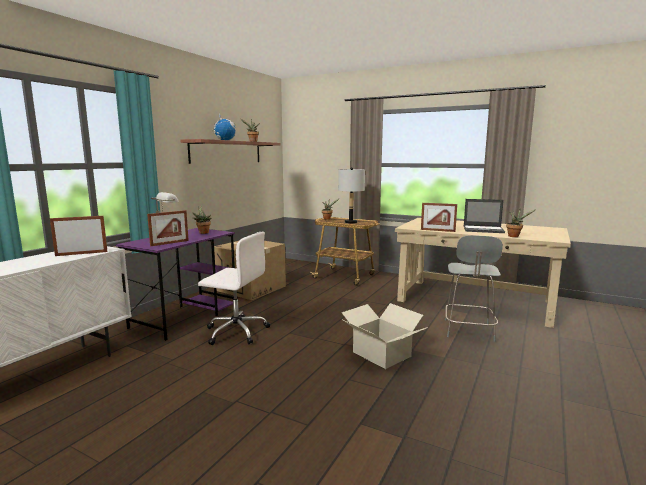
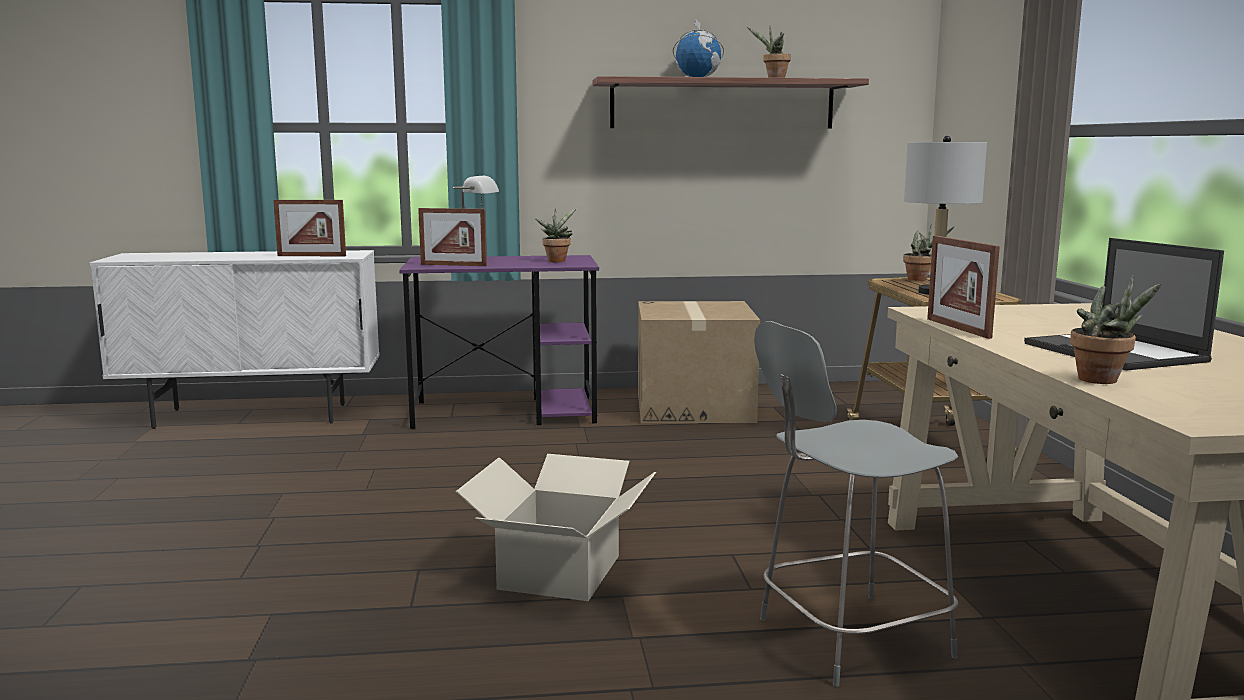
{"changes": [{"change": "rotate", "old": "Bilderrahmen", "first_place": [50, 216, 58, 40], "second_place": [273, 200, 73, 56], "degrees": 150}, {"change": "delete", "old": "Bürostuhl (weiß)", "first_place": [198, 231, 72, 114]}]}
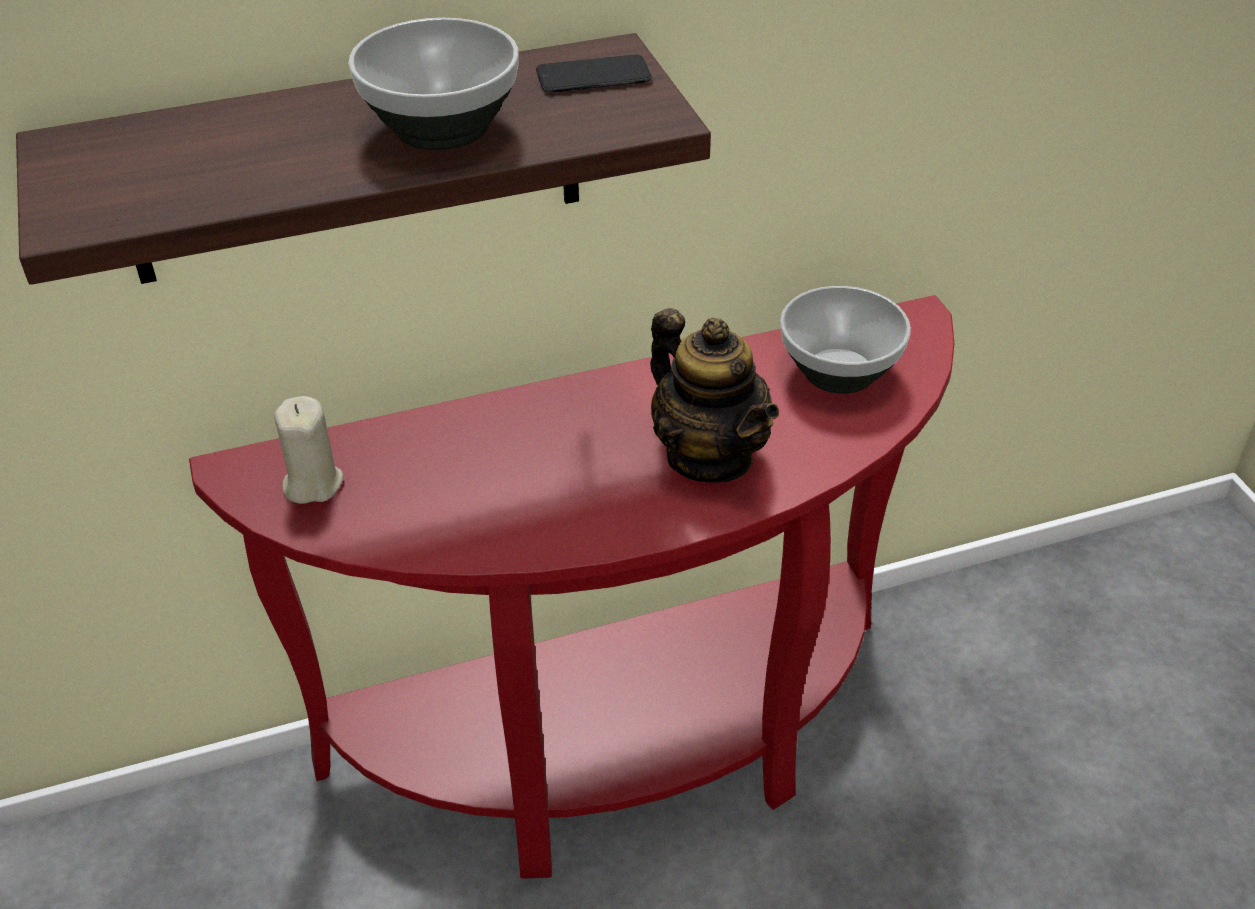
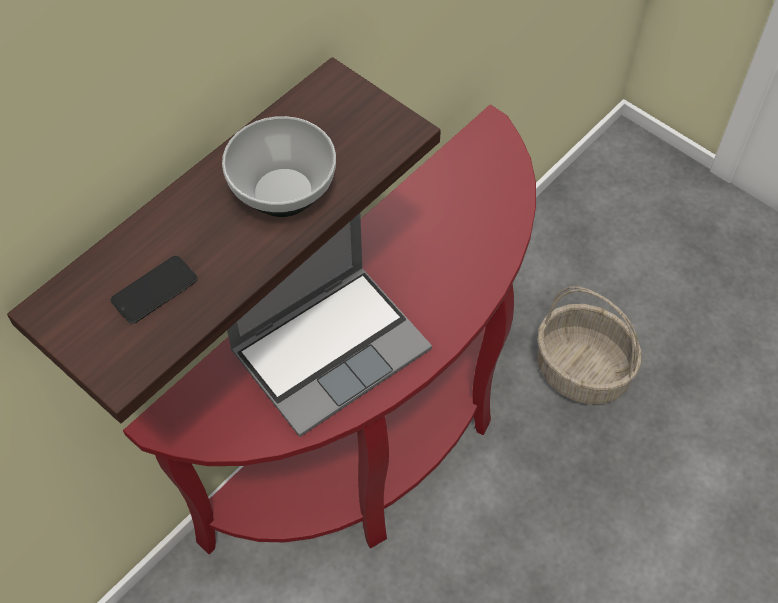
{"changes": [{"change": "move", "old": "Handy", "first_place": [536, 54, 116, 39], "second_place": [111, 256, 87, 68]}, {"change": "delete", "old": "Schüssel", "first_place": [780, 286, 131, 108]}, {"change": "delete", "old": "Teekanne", "first_place": [650, 308, 129, 175]}, {"change": "delete", "old": "Kerze (beige)", "first_place": [274, 396, 69, 108]}, {"change": "insert", "new": "Laptop", "second_place": [227, 213, 205, 224]}, {"change": "insert", "new": "Korb", "second_place": [537, 286, 105, 118]}]}
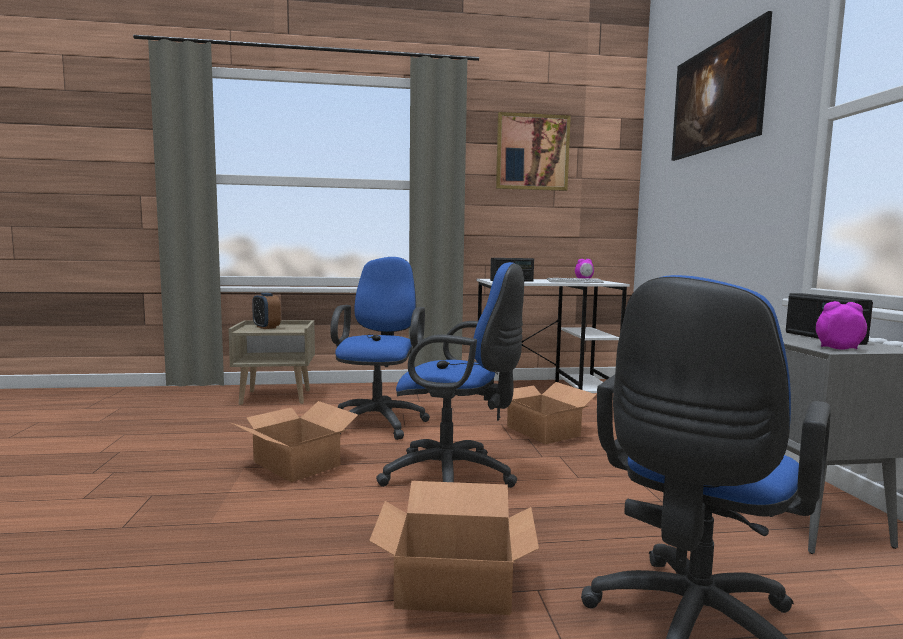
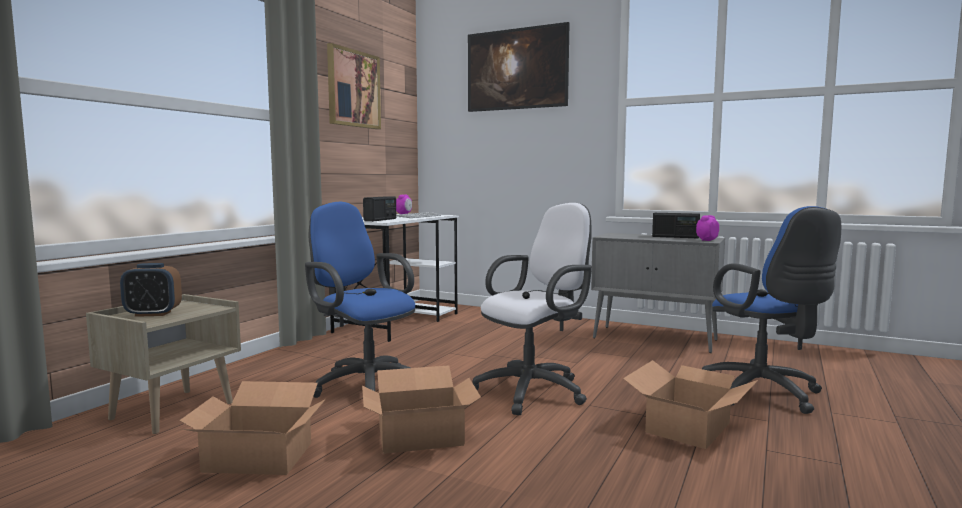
{"changes": [{"change": "recolor", "old": "Bürostuhl (blau)", "new": "Bürostuhl (weiß)", "first_place": [376, 262, 148, 226], "second_place": [473, 203, 119, 212]}, {"change": "move", "old": "Karton", "first_place": [507, 382, 90, 62], "second_place": [179, 381, 147, 94]}]}
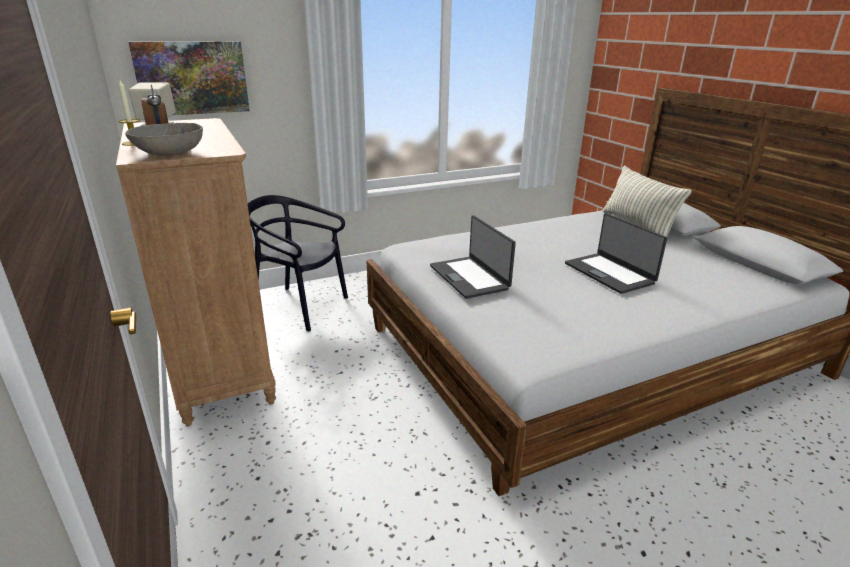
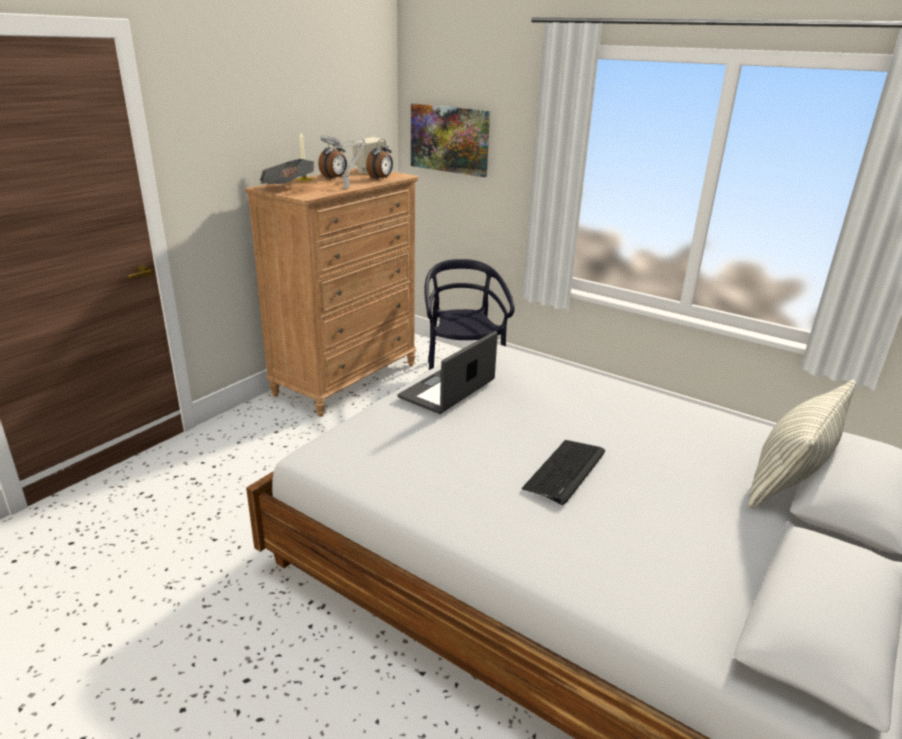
{"changes": [{"change": "replace", "old": "Schüssel (grau)", "new": "Zeitung", "first_place": [125, 123, 78, 33], "second_place": [260, 159, 54, 25]}, {"change": "replace", "old": "Laptop", "new": "Tastatur", "first_place": [565, 213, 102, 81], "second_place": [522, 440, 83, 65]}, {"change": "insert", "new": "Tischlampe (grau)", "second_place": [320, 135, 46, 53]}, {"change": "insert", "new": "Wecker", "second_place": [366, 139, 27, 41]}]}
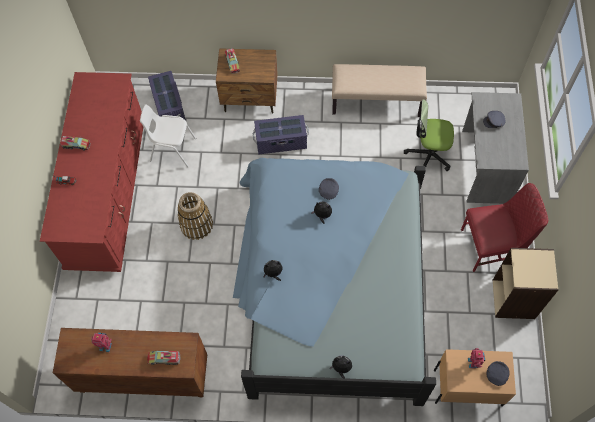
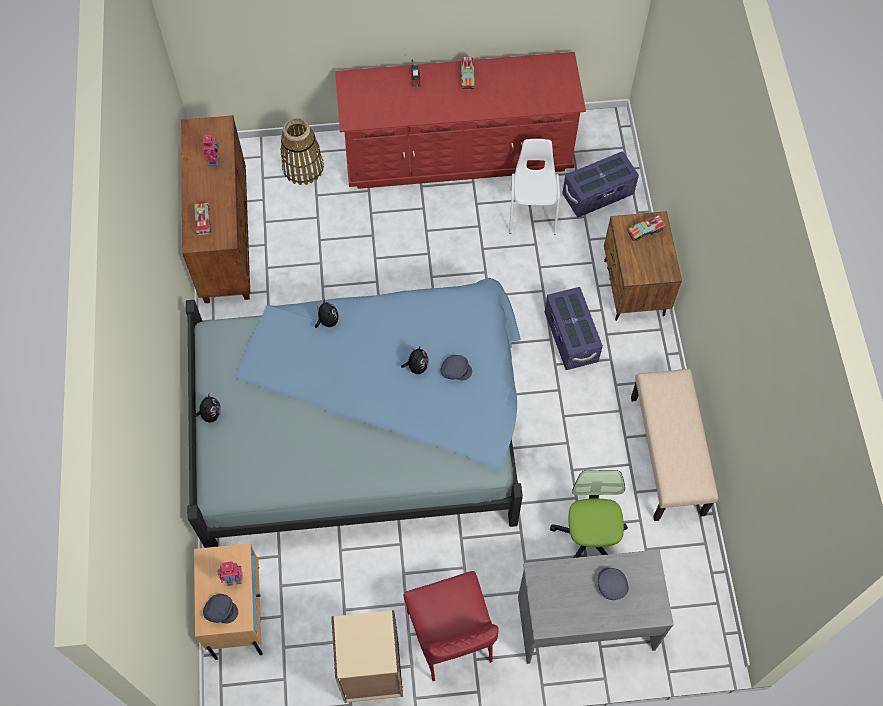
{"changes": [{"change": "move", "old": "Korb", "first_place": [177, 192, 36, 48], "second_place": [281, 118, 43, 67]}]}
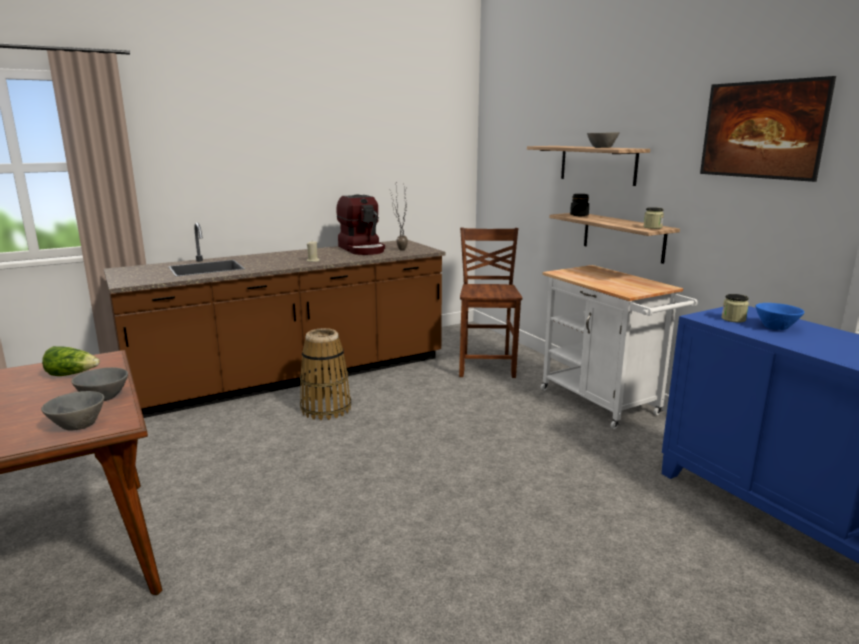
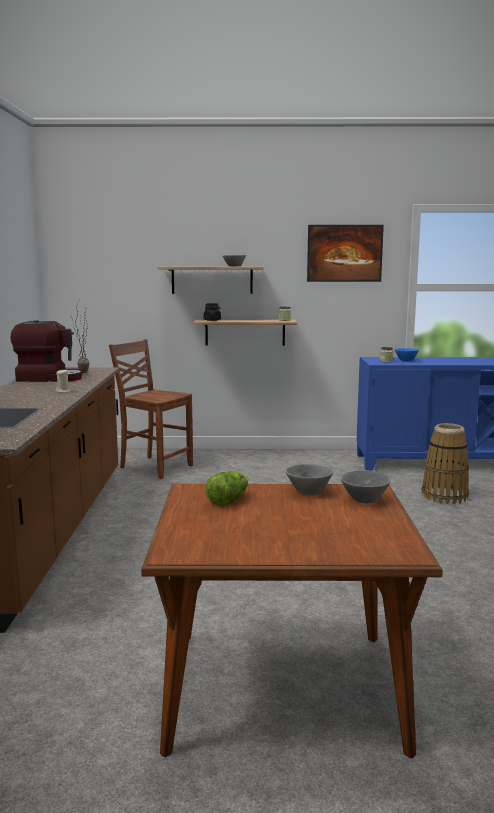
{"changes": [{"change": "delete", "old": "Rollwagen (weiß)", "first_place": [541, 265, 157, 164]}, {"change": "move", "old": "Korb", "first_place": [300, 328, 51, 92], "second_place": [422, 423, 47, 81]}]}
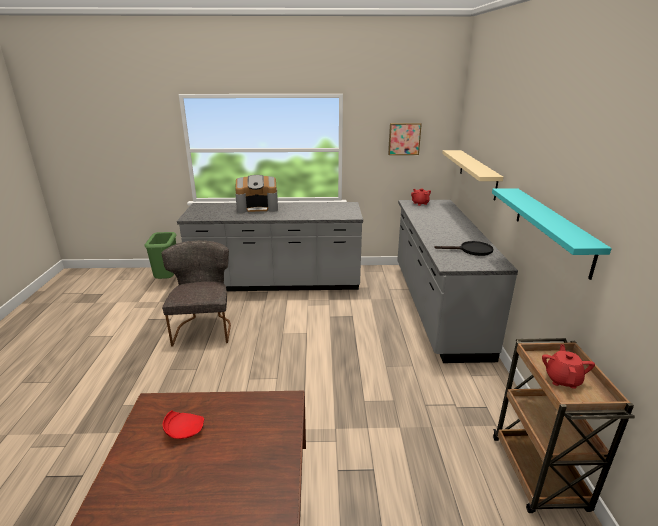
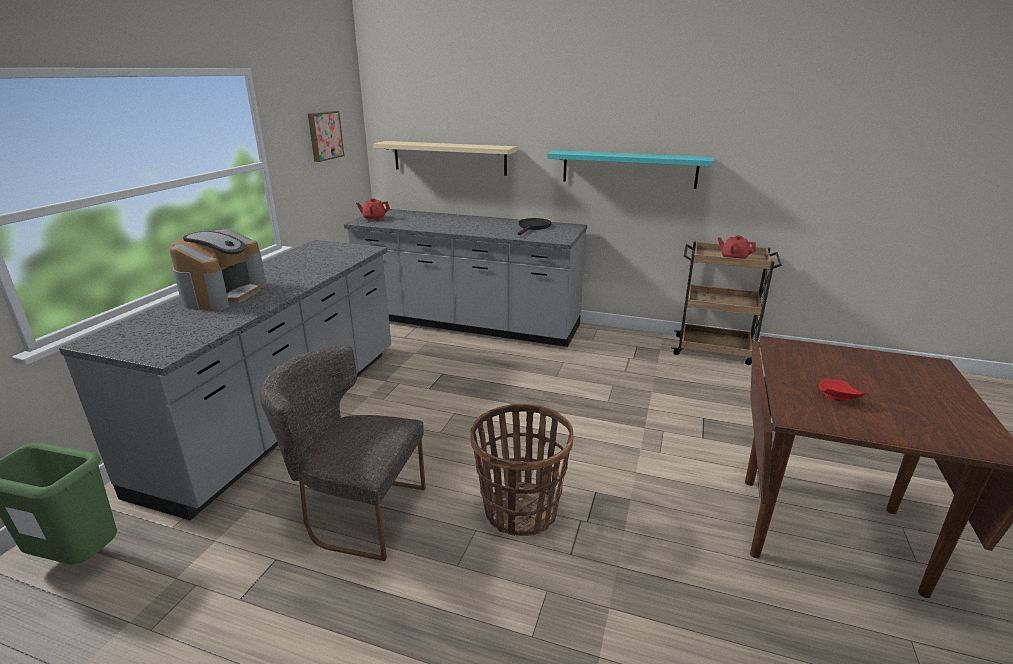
{"changes": [{"change": "insert", "new": "Korb", "second_place": [470, 404, 104, 132]}]}
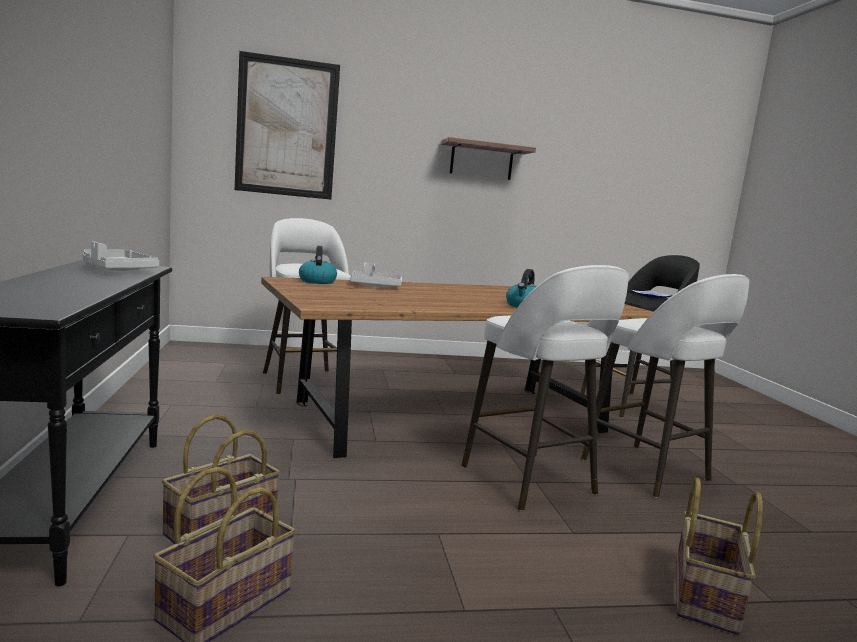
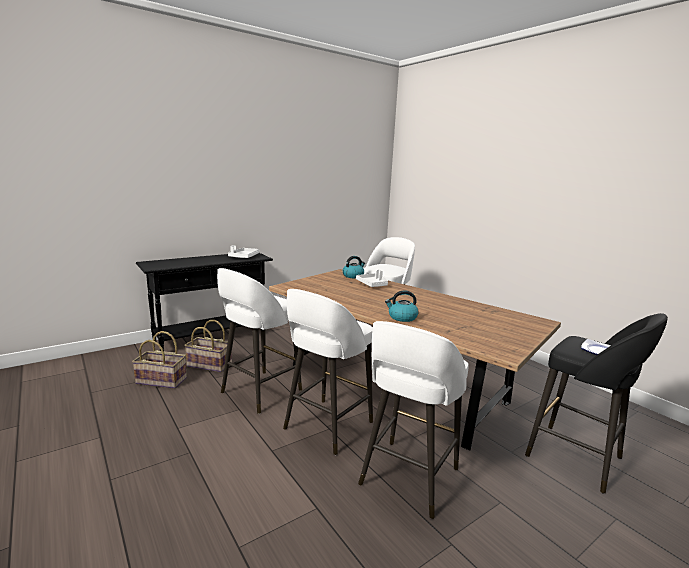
{"changes": [{"change": "delete", "old": "Bild", "first_place": [235, 51, 105, 149]}, {"change": "delete", "old": "Wandregal", "first_place": [441, 137, 95, 43]}, {"change": "delete", "old": "Korb", "first_place": [676, 478, 87, 157]}, {"change": "insert", "new": "Hocker (weiß)", "second_place": [217, 268, 85, 146]}]}
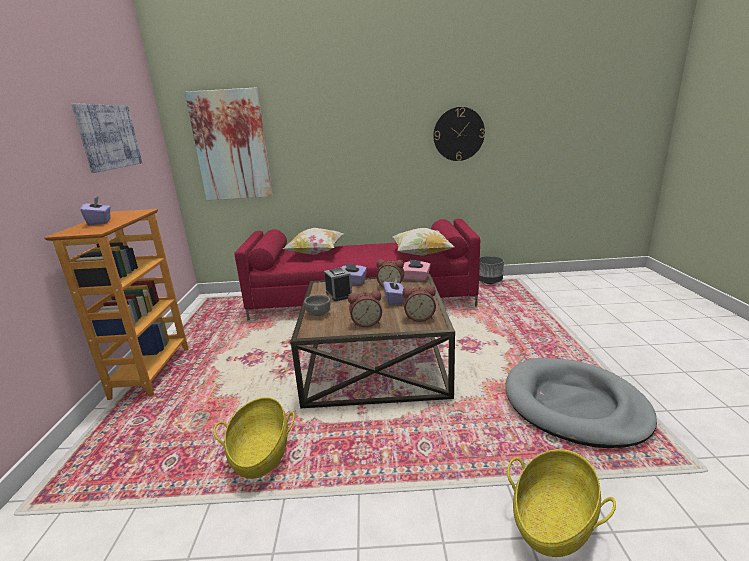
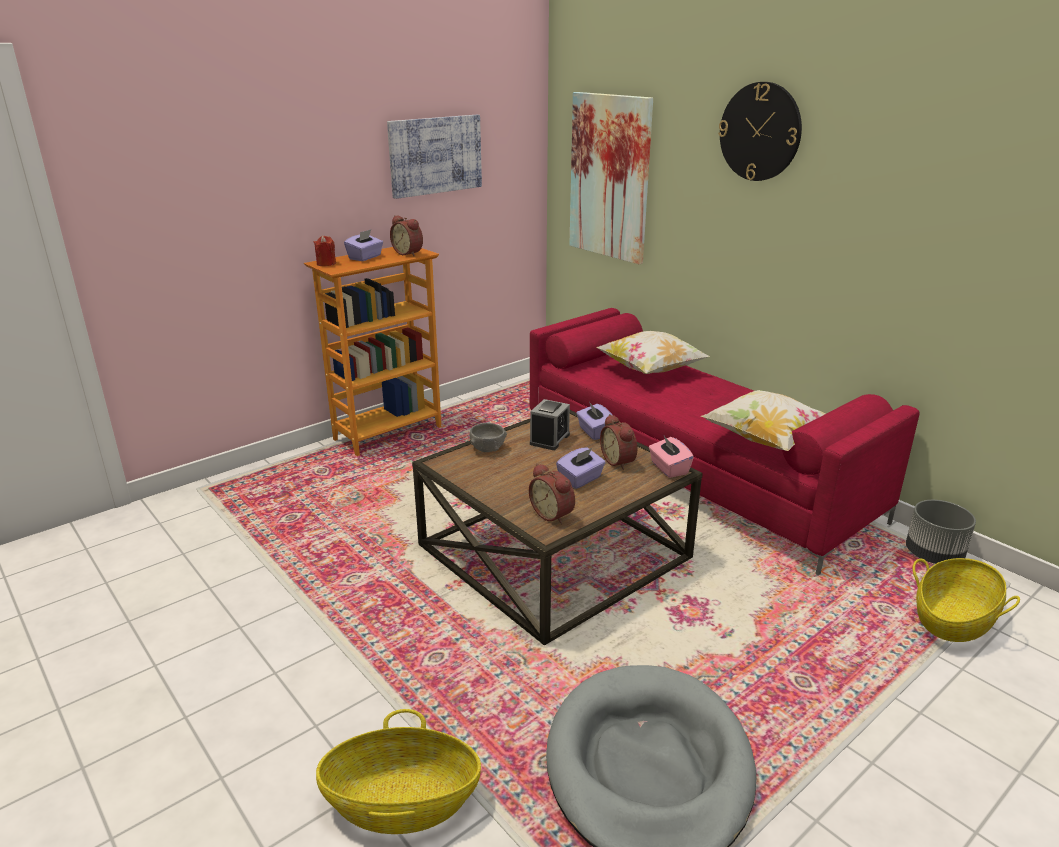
{"changes": [{"change": "move", "old": "Wanduhr", "first_place": [433, 107, 52, 54], "second_place": [718, 82, 84, 99]}, {"change": "move", "old": "Wecker", "first_place": [348, 291, 34, 36], "second_place": [390, 215, 33, 42]}, {"change": "move", "old": "Korb", "first_place": [213, 397, 82, 82], "second_place": [912, 558, 108, 84]}, {"change": "insert", "new": "Kerze (rot)", "second_place": [314, 236, 22, 30]}]}
